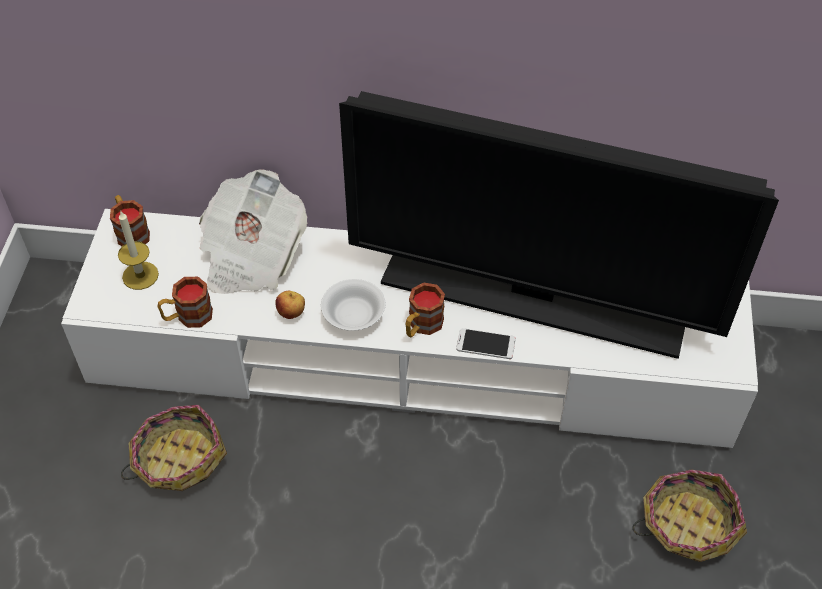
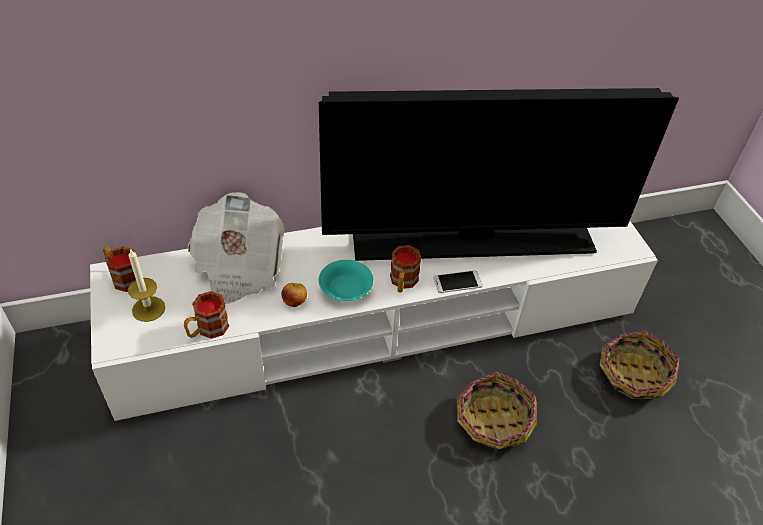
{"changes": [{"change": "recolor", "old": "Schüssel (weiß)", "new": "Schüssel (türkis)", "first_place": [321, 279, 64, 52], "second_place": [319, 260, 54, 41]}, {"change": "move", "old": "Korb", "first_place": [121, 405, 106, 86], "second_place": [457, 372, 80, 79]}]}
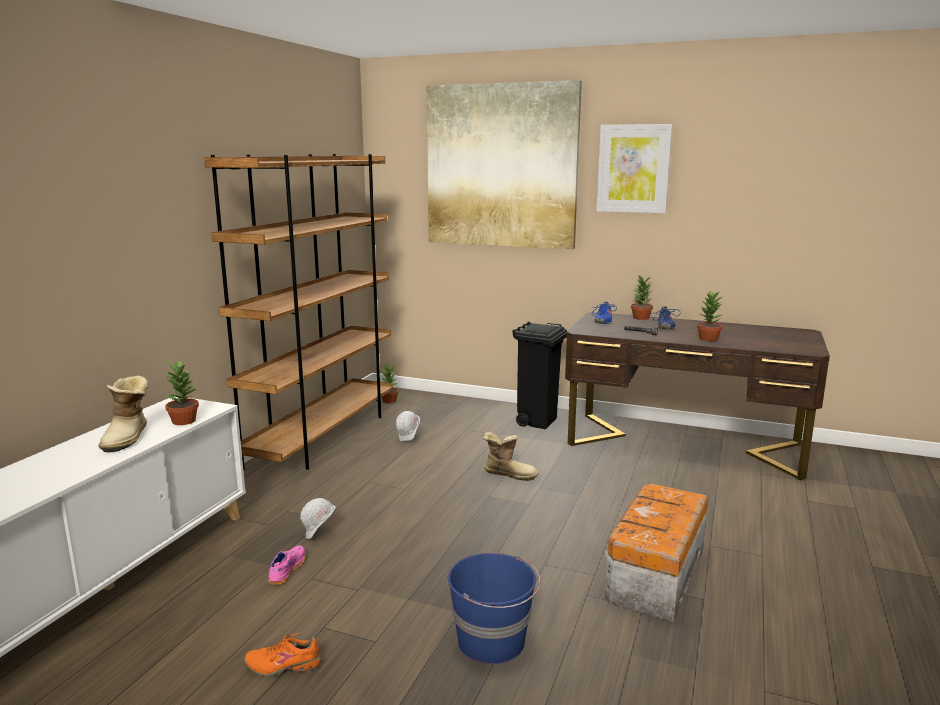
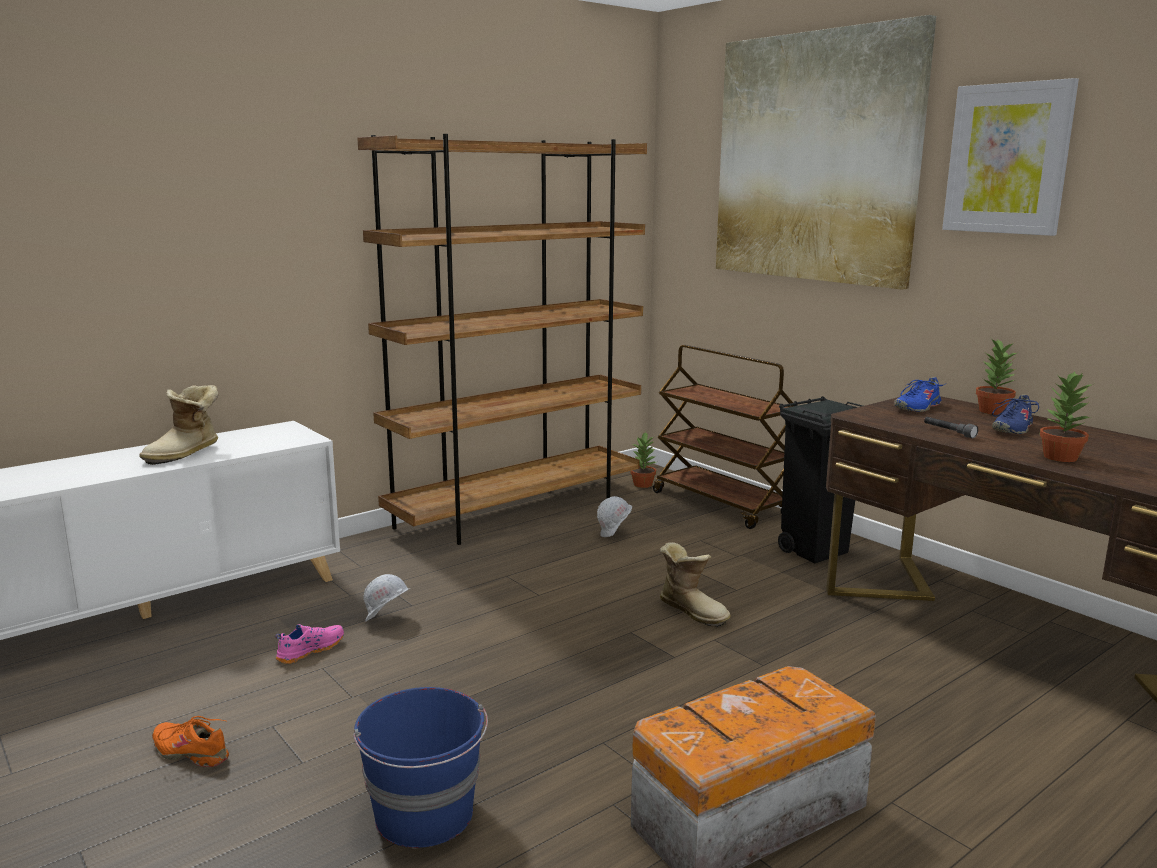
{"changes": [{"change": "delete", "old": "Topfpflanze", "first_place": [164, 361, 35, 64]}, {"change": "insert", "new": "Rollwagen (braun)", "second_place": [653, 345, 141, 184]}]}
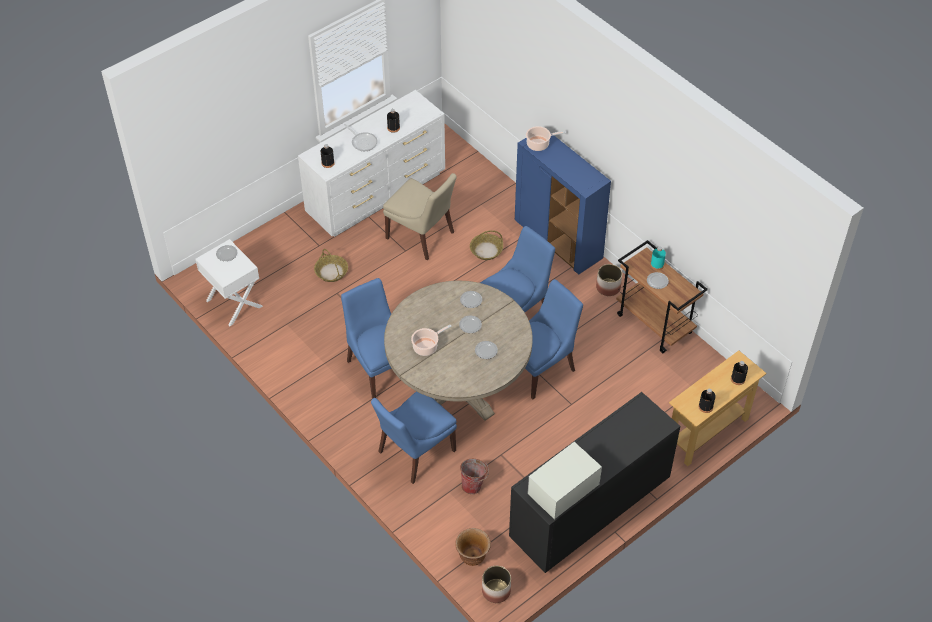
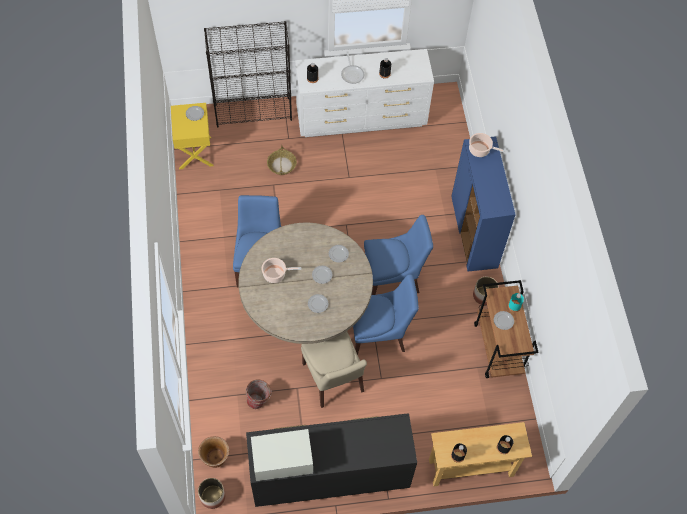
{"changes": [{"change": "move", "old": "Stuhl (beige)", "first_place": [383, 173, 74, 87], "second_place": [301, 331, 66, 77]}, {"change": "delete", "old": "Korb", "first_place": [470, 230, 33, 30]}, {"change": "recolor", "old": "Nachttisch (weiß)", "new": "Nachttisch (gelb)", "first_place": [195, 239, 68, 87], "second_place": [171, 103, 43, 66]}, {"change": "delete", "old": "Stuhl (blau)", "first_place": [371, 391, 86, 93]}, {"change": "insert", "new": "Bücherregal (schwarz)", "second_place": [204, 21, 88, 107]}]}
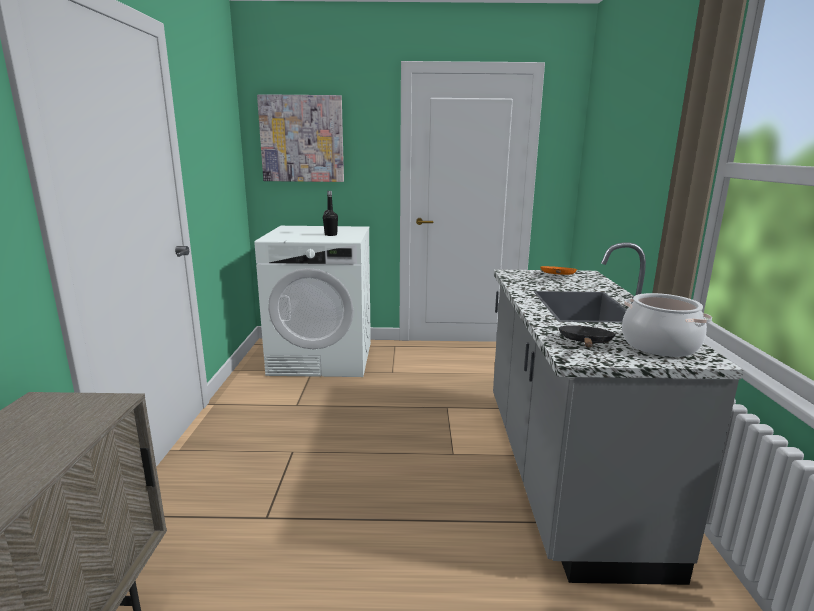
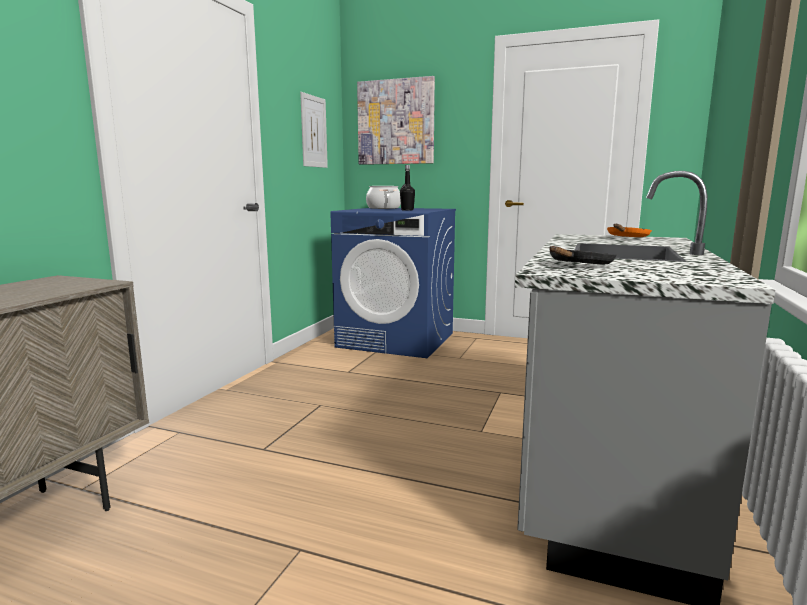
{"changes": [{"change": "recolor", "old": "Waschmaschine (weiß)", "new": "Waschmaschine (blau)", "first_place": [254, 226, 117, 151], "second_place": [330, 208, 126, 150]}, {"change": "move", "old": "Kochtopf", "first_place": [622, 293, 90, 64], "second_place": [366, 186, 35, 23]}, {"change": "insert", "new": "Bild", "second_place": [300, 92, 28, 76]}]}
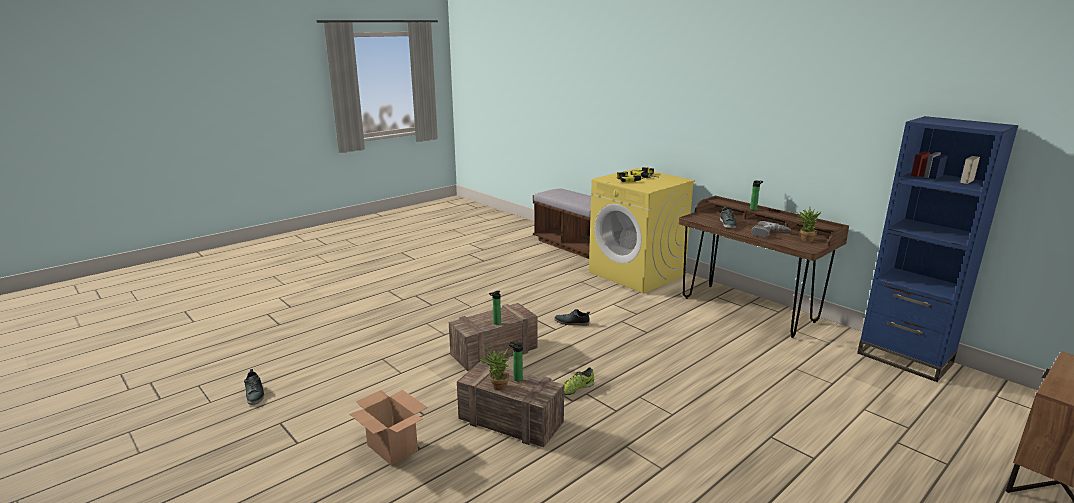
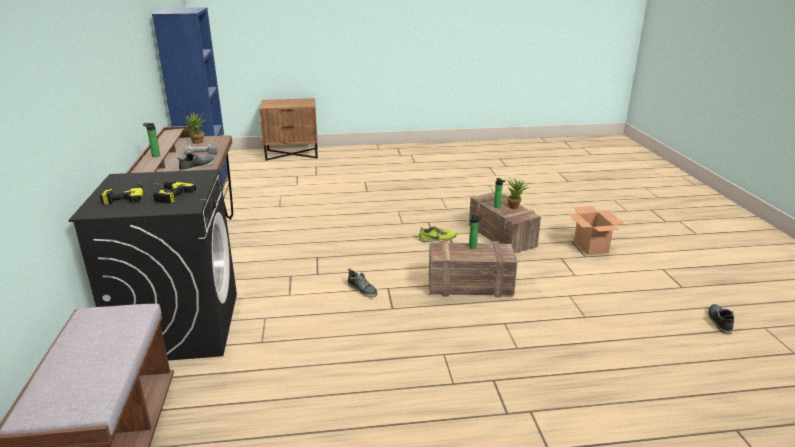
{"changes": [{"change": "recolor", "old": "Waschmaschine (gelb)", "new": "Waschmaschine (schwarz)", "first_place": [589, 168, 106, 125], "second_place": [68, 169, 169, 192]}]}
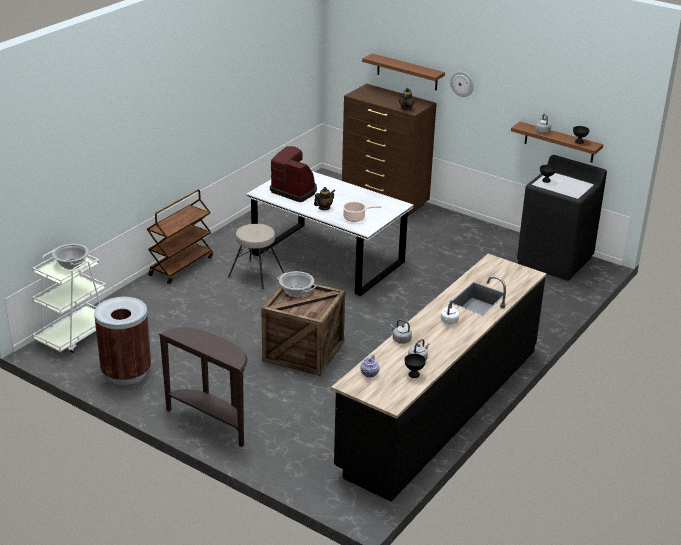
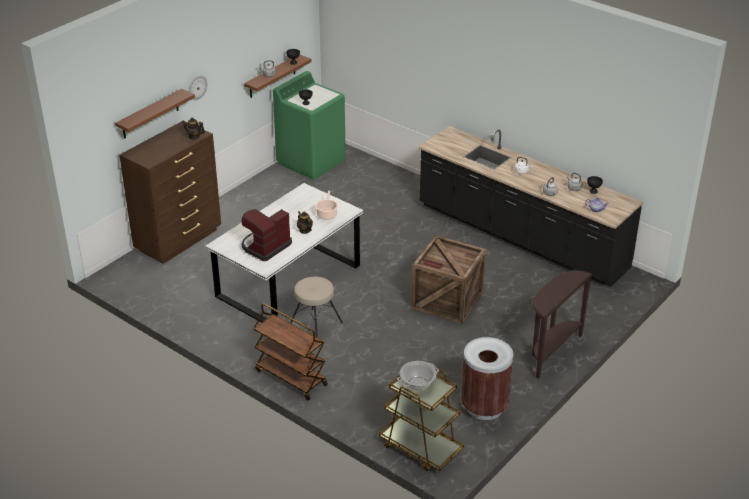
{"changes": [{"change": "recolor", "old": "Waschmaschine (schwarz)", "new": "Waschmaschine (grün)", "first_place": [517, 155, 90, 126], "second_place": [273, 71, 73, 109]}, {"change": "recolor", "old": "Rollwagen (weiß)", "new": "Rollwagen (braun)", "first_place": [32, 249, 74, 104], "second_place": [379, 366, 85, 105]}, {"change": "delete", "old": "Kochtopf", "first_place": [277, 271, 39, 26]}]}
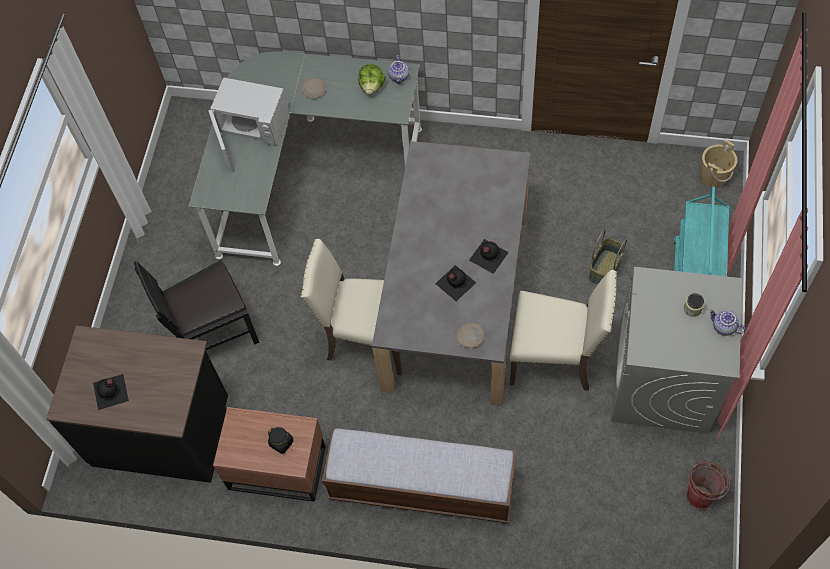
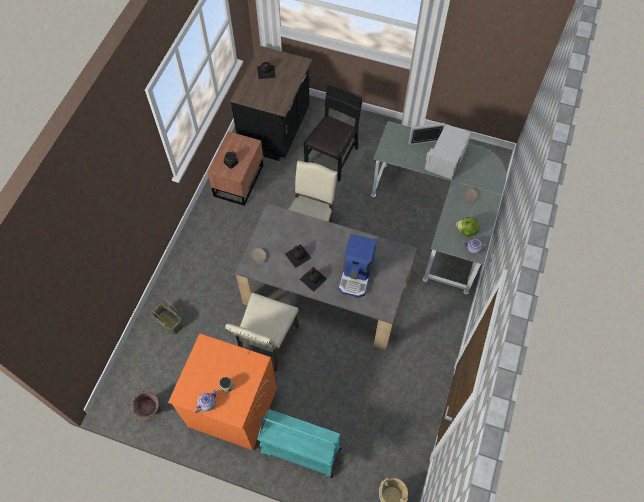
{"changes": [{"change": "move", "old": "Korb", "first_place": [589, 230, 38, 55], "second_place": [152, 299, 31, 36]}, {"change": "rotate", "old": "Stuhl (schwarz)", "first_place": [134, 260, 126, 90], "second_place": [304, 83, 58, 99], "degrees": 45}, {"change": "recolor", "old": "Waschmaschine (grau)", "new": "Waschmaschine (orange)", "first_place": [611, 267, 131, 167], "second_place": [168, 334, 109, 116]}, {"change": "delete", "old": "Bank", "first_place": [322, 428, 194, 95]}, {"change": "insert", "new": "Kaffeemaschine", "second_place": [339, 234, 38, 64]}]}
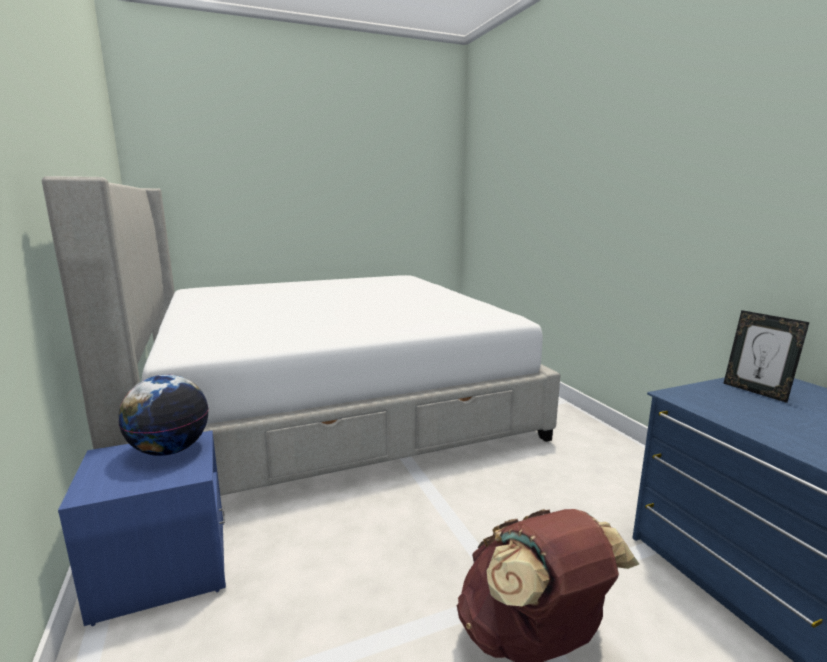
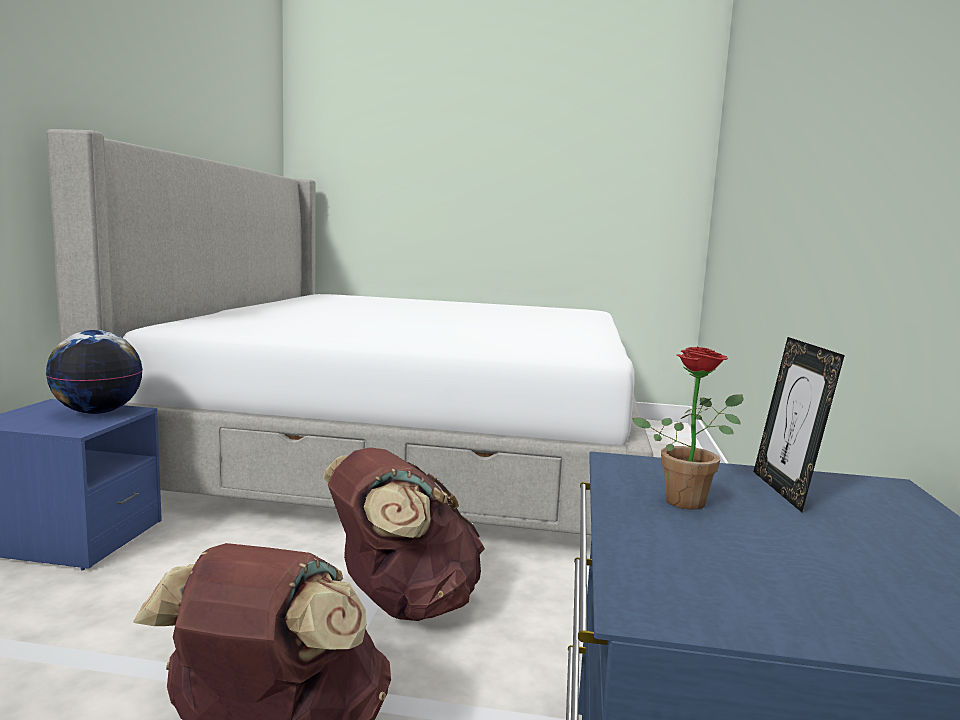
{"changes": [{"change": "insert", "new": "Topfpflanze", "second_place": [632, 346, 111, 164]}, {"change": "insert", "new": "Rucksack (braun)", "second_place": [323, 447, 162, 174]}]}
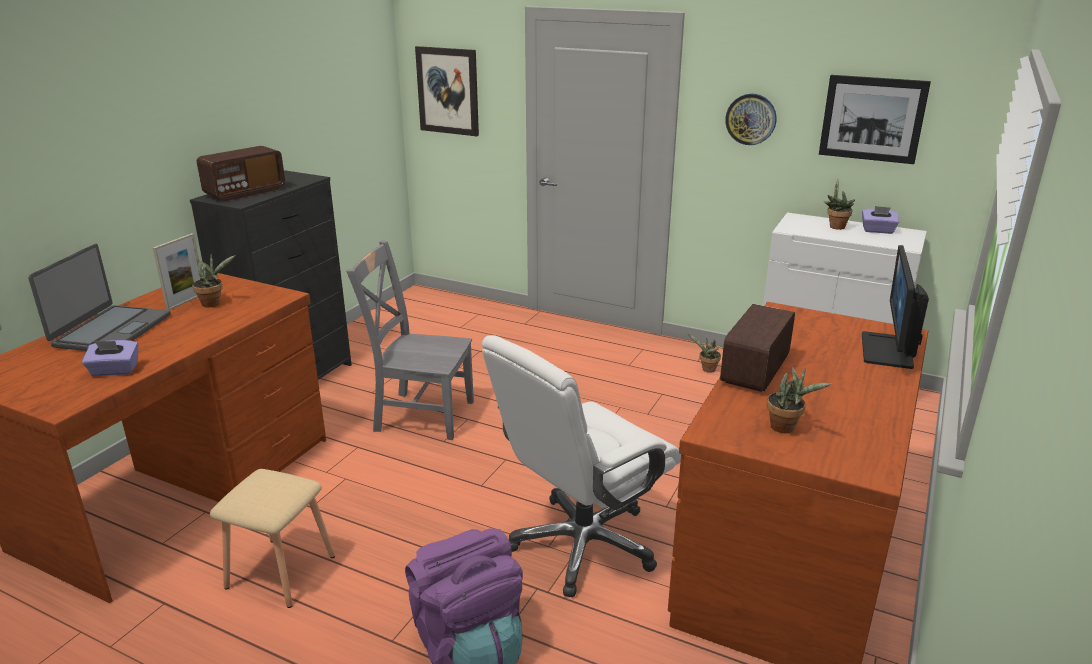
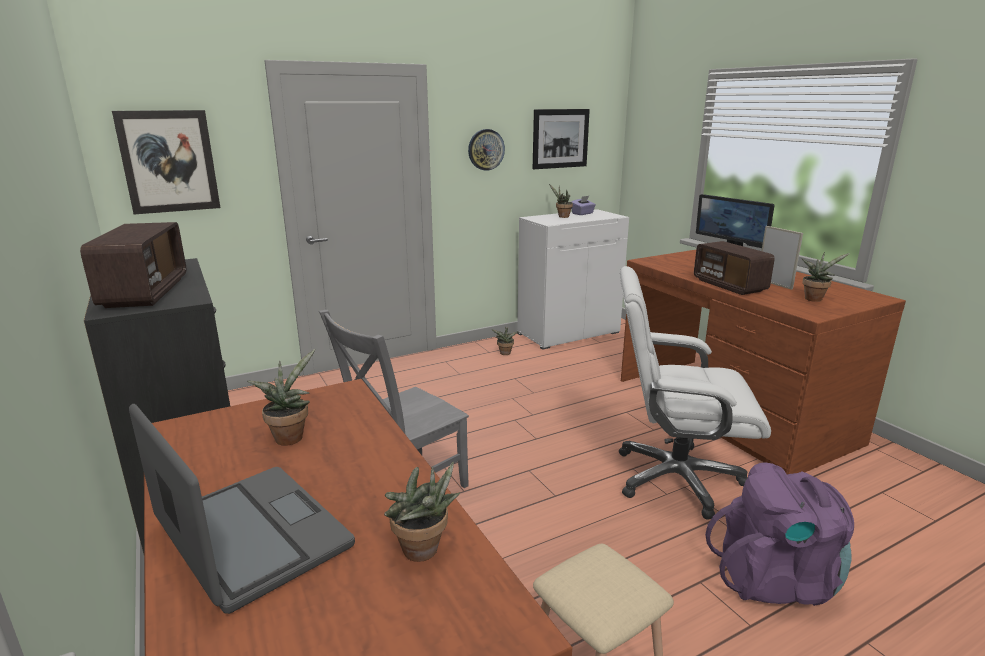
{"changes": [{"change": "move", "old": "Bilderrahmen", "first_place": [153, 233, 47, 77], "second_place": [762, 226, 41, 63]}, {"change": "rotate", "old": "Bürostuhl (weiß)", "first_place": [482, 335, 199, 262], "second_place": [619, 266, 152, 254], "degrees": 105}, {"change": "replace", "old": "Taschentuchbox (lila)", "new": "Topfpflanze", "first_place": [82, 340, 57, 36], "second_place": [384, 462, 76, 100]}]}
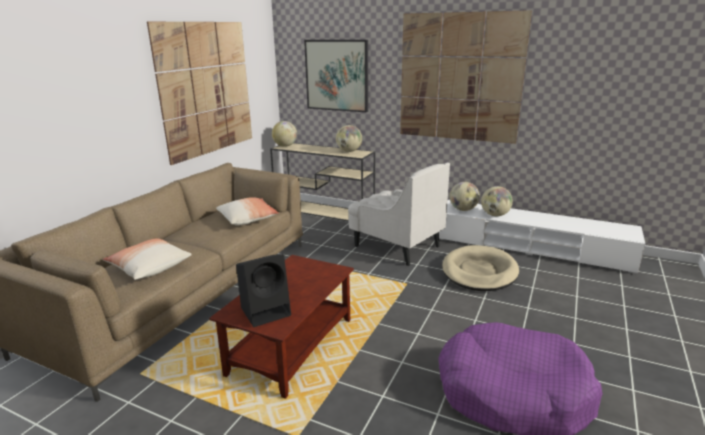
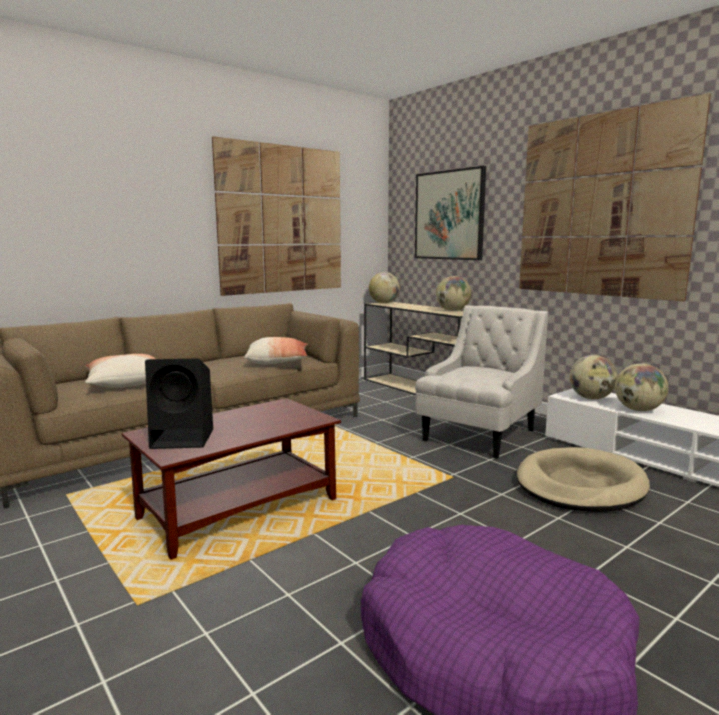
{"changes": [{"change": "rotate", "old": "Sessel (weiß)", "first_place": [348, 162, 102, 104], "second_place": [415, 305, 133, 154], "degrees": -120}]}
